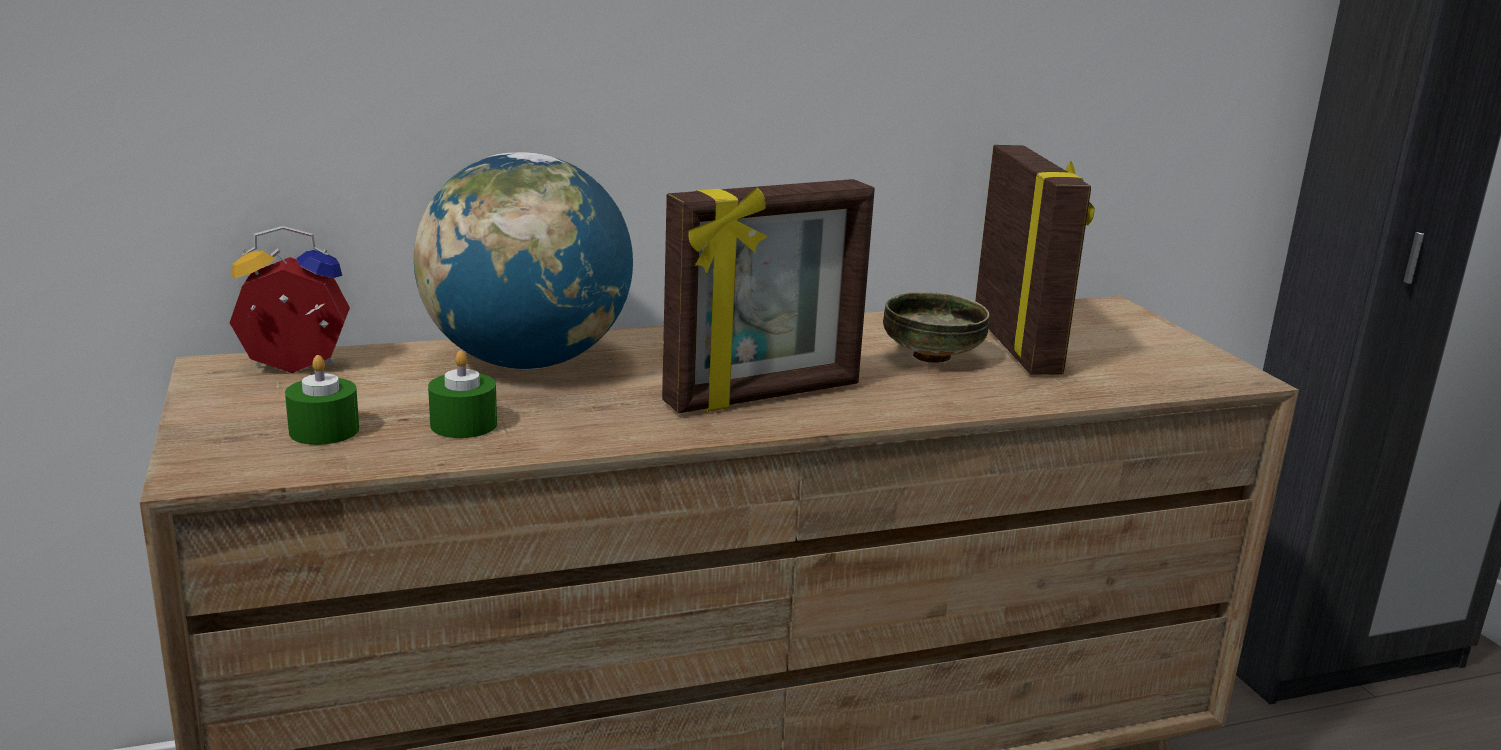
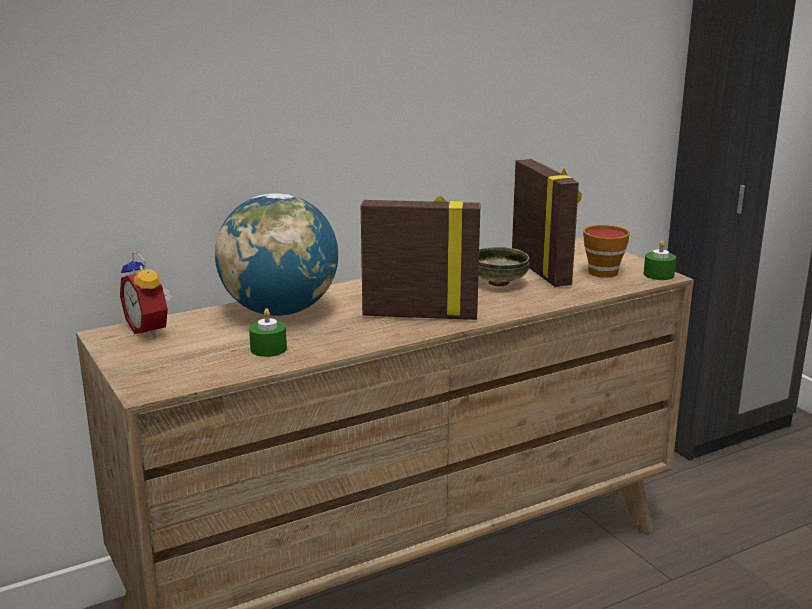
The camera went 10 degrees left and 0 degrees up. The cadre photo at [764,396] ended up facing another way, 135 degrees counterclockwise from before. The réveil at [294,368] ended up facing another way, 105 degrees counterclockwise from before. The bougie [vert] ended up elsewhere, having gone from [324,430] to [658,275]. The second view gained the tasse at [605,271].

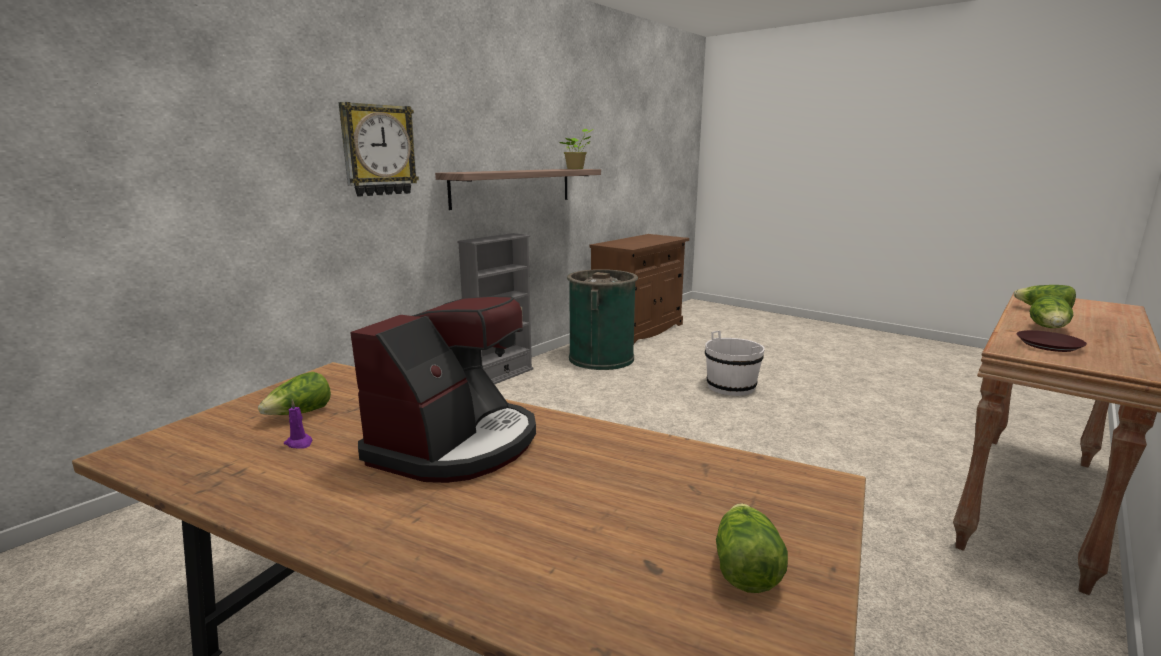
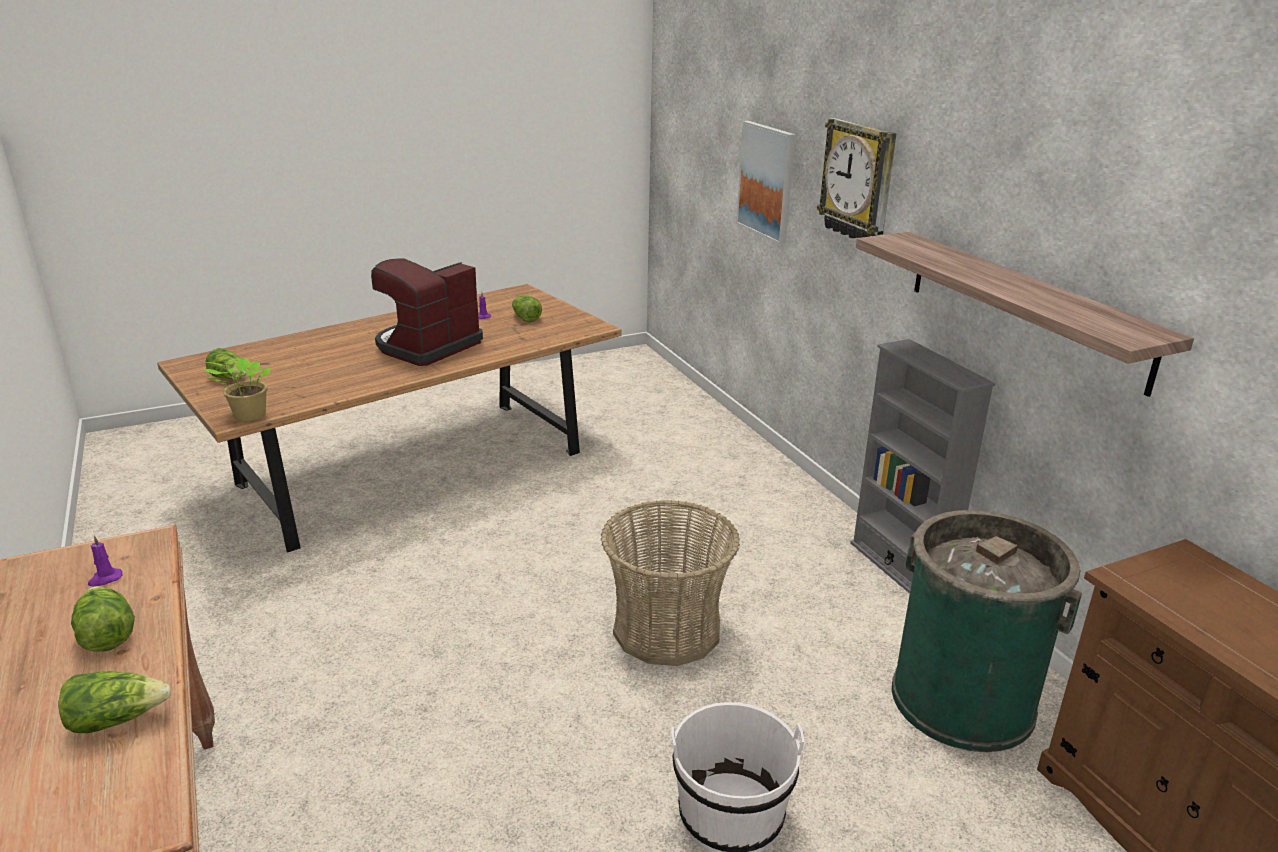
The camera went 115 degrees right and 10 degrees up. The plante en pot ended up elsewhere, having gone from [576,169] to [248,416]. The machine à café at [456,444] ended up facing another way, 75 degrees clockwise from before. Where the assiette [marron] stood at [1049,345], the bougie [violet] came to stand at [105,579]. The second view gained the tableau at [767,181]. The second view gained the panier at [667,629].

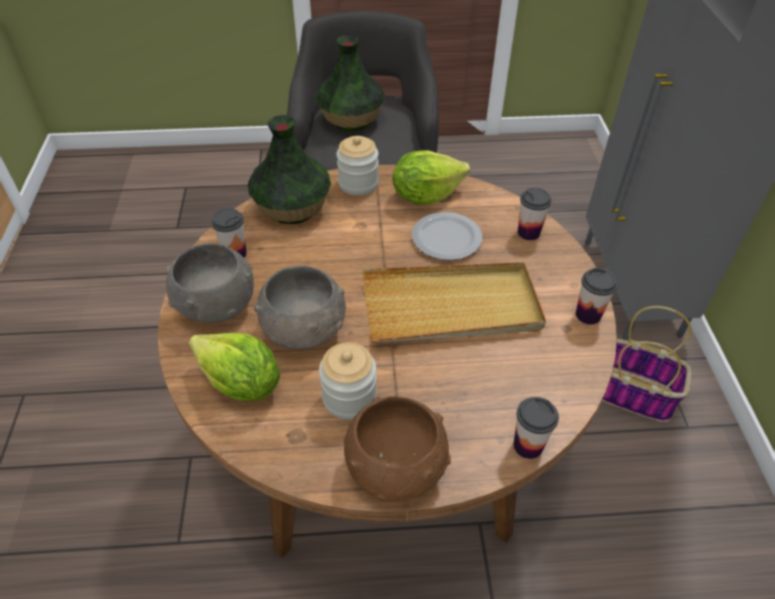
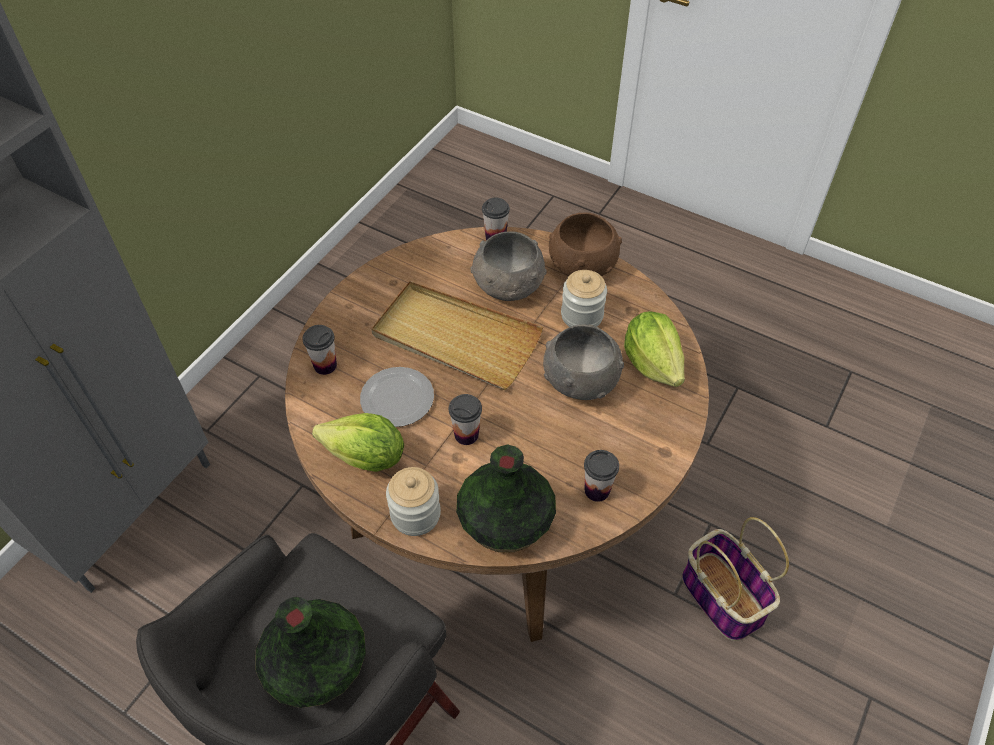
The camera went 145 degrees left and 5 degrees up. The bol [gris] ended up elsewhere, having gone from [216,304] to [508,286]. The tasse ended up elsewhere, having gone from [588,315] to [466,435]. The panier ended up elsewhere, having gone from [634,394] to [720,596].

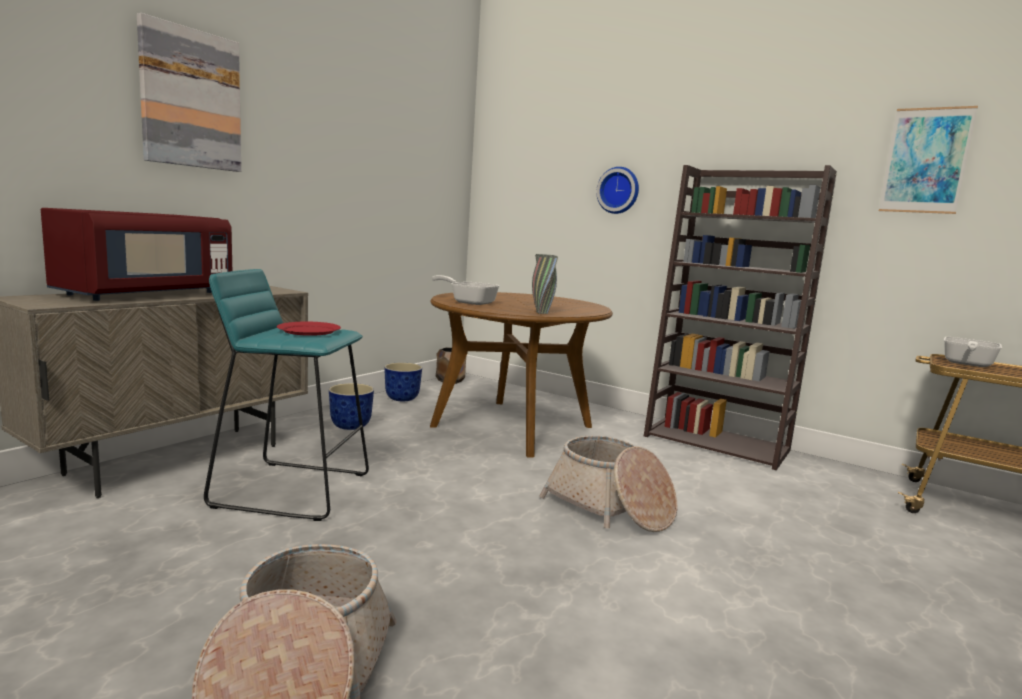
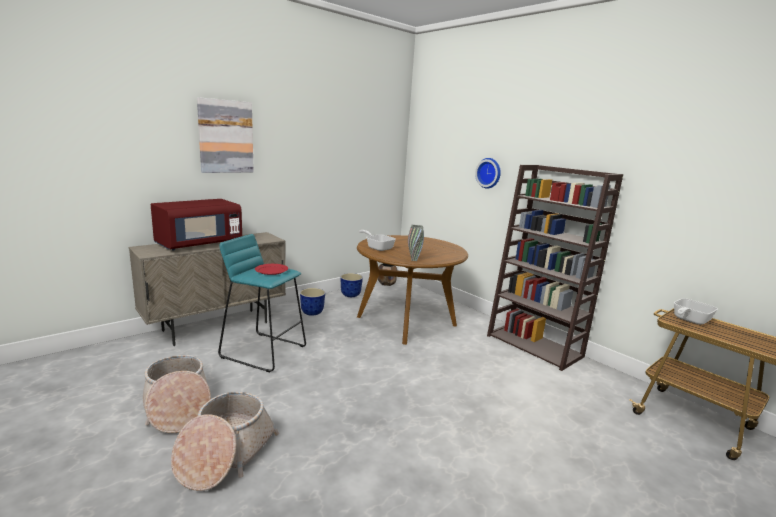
The camera went 15 degrees right and 5 degrees up. The second view lost the tableau at [926,161]. The panier ended up elsewhere, having gone from [610,507] to [177,407].

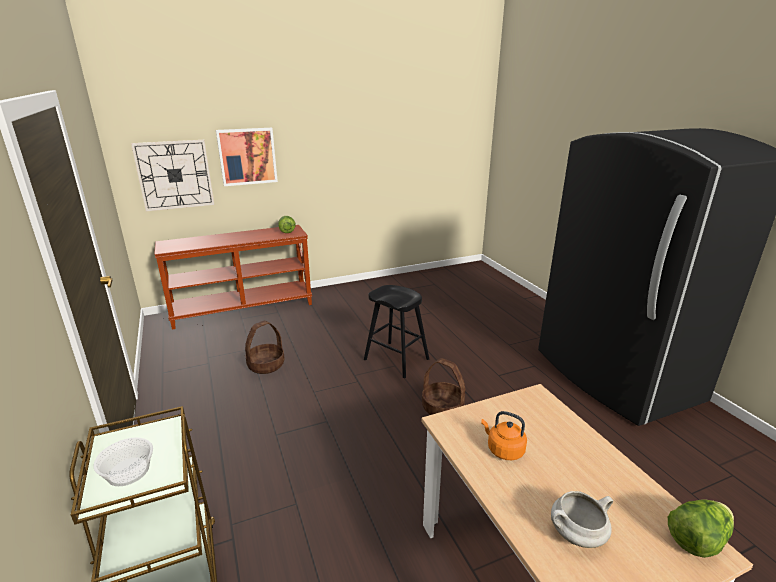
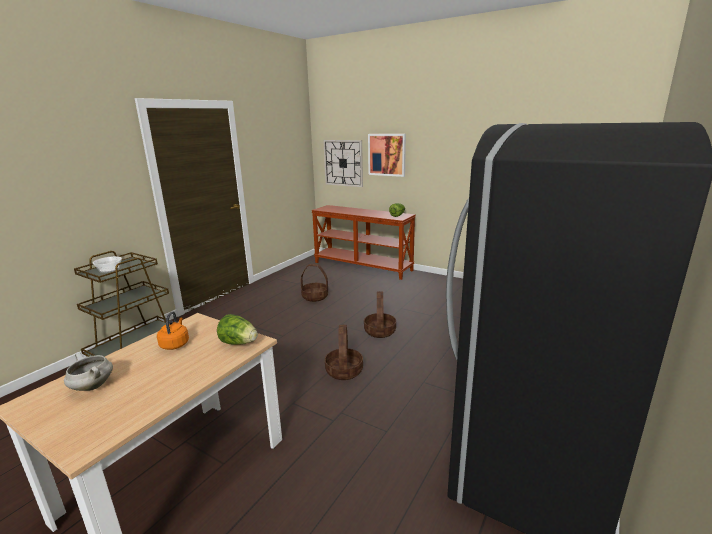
The camera went 55 degrees right and 5 degrees down. Where the tabouret [noir] stood at [396,359], the panier came to stand at [380,331]. The laitue ended up elsewhere, having gone from [697,540] to [239,343].

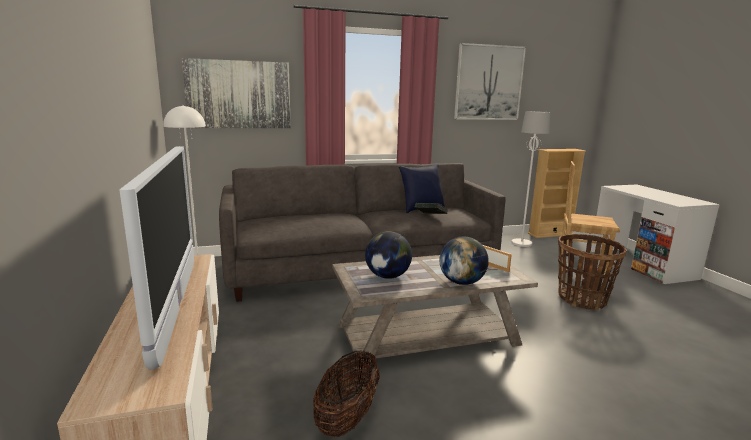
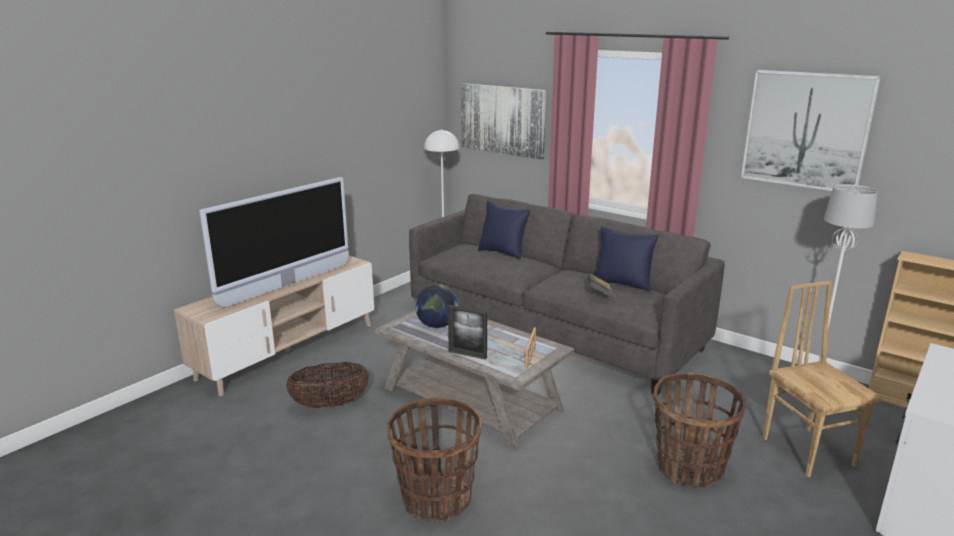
The camera went 55 degrees right and 5 degrees up. Where the globe stood at [461,282], the cadre photo came to stand at [467,354]. The second view gained the coussin [bleu] at [503,253]. The second view gained the panier at [436,499].

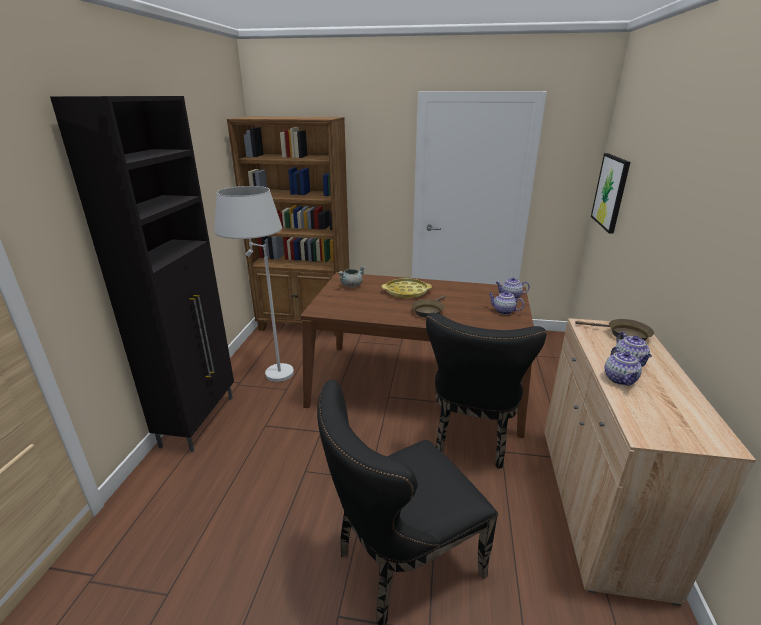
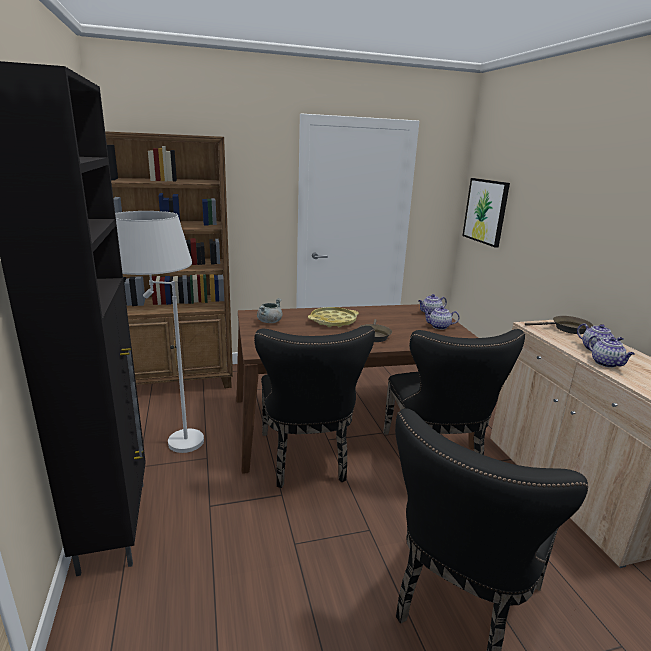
The camera went 25 degrees left and 5 degrees down. The second view gained the chaise [noir] at [306,460].

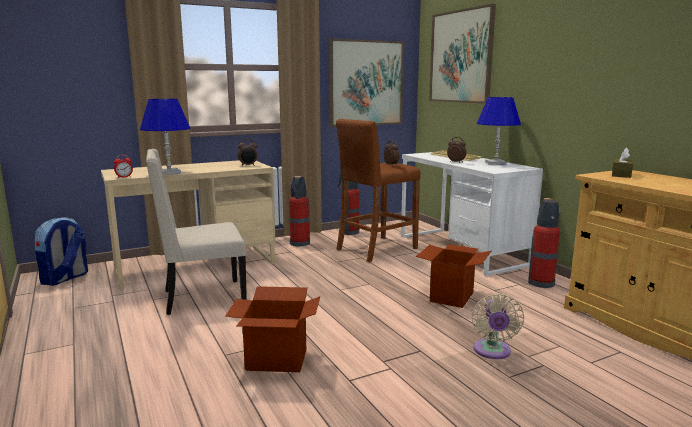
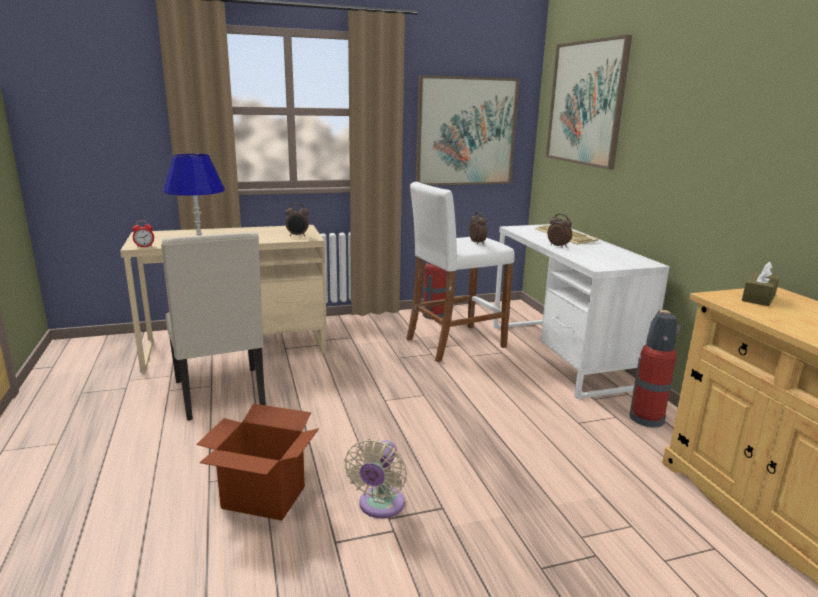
The camera went 10 degrees right and 5 degrees up. The second view lost the lampe de table [bleu] at [495,163]. What was the tabouret [marron] at [376,249] turned into the tabouret [blanc] at [455,343]. The chaise [beige] at [202,298] ended up facing another way, 105 degrees counterclockwise from before. The second view lost the extincteur at [299,244]. The second view lost the sac à dos at [65,278]. The second view lost the carton at [451,297]. The ventilateur [beige] ended up elsewhere, having gone from [492,352] to [379,506].

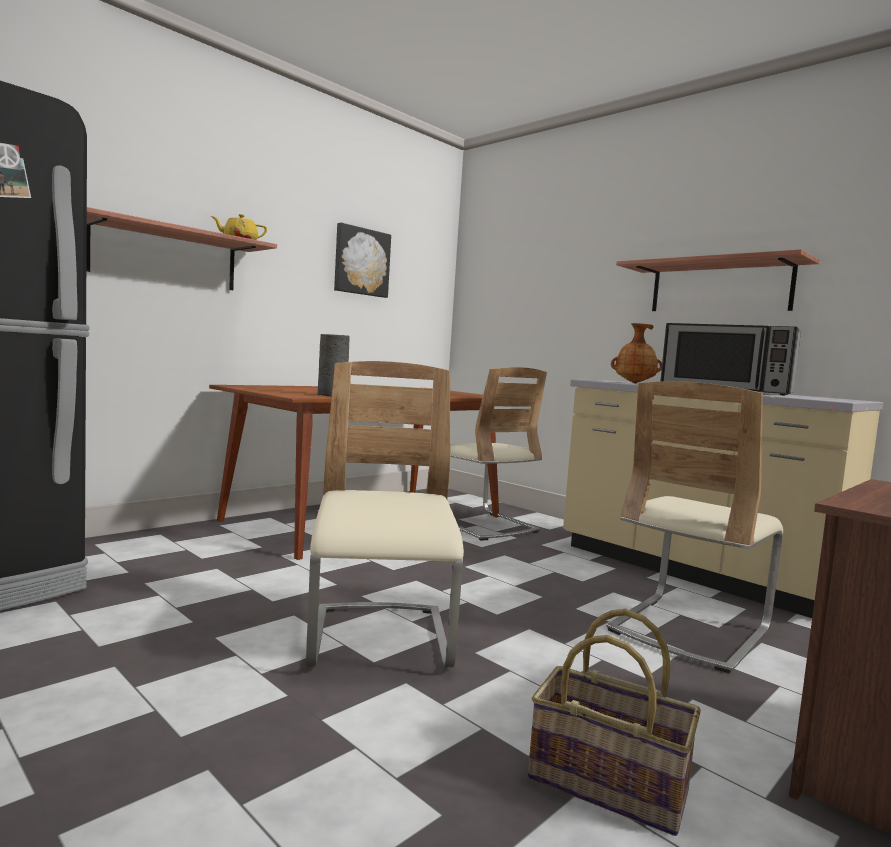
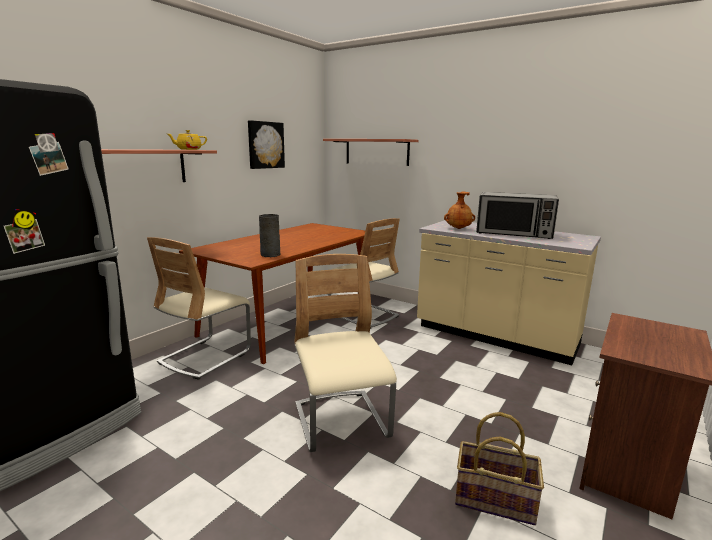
The camera went 10 degrees left and 10 degrees up. The étagère ended up elsewhere, having gone from [719,287] to [376,152]. The chaise [beige] ended up elsewhere, having gone from [689,630] to [205,357].

